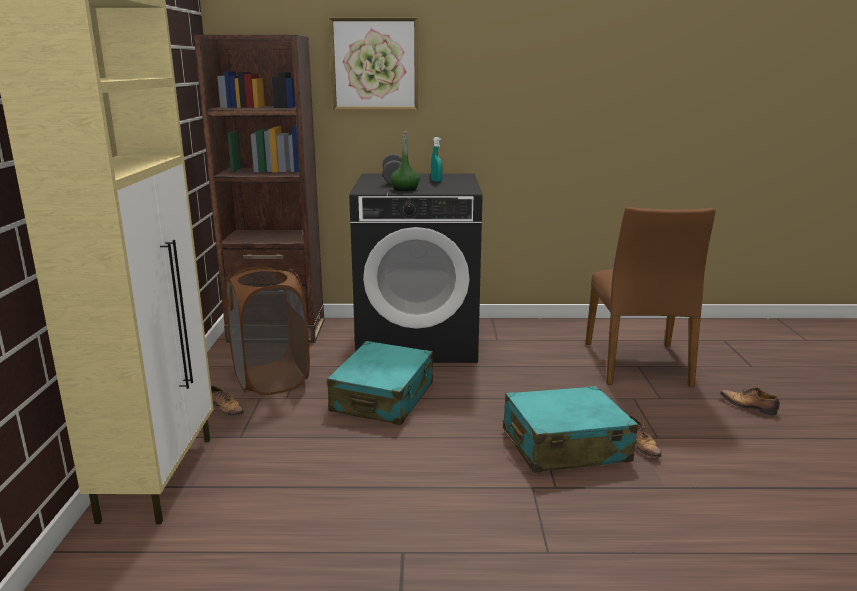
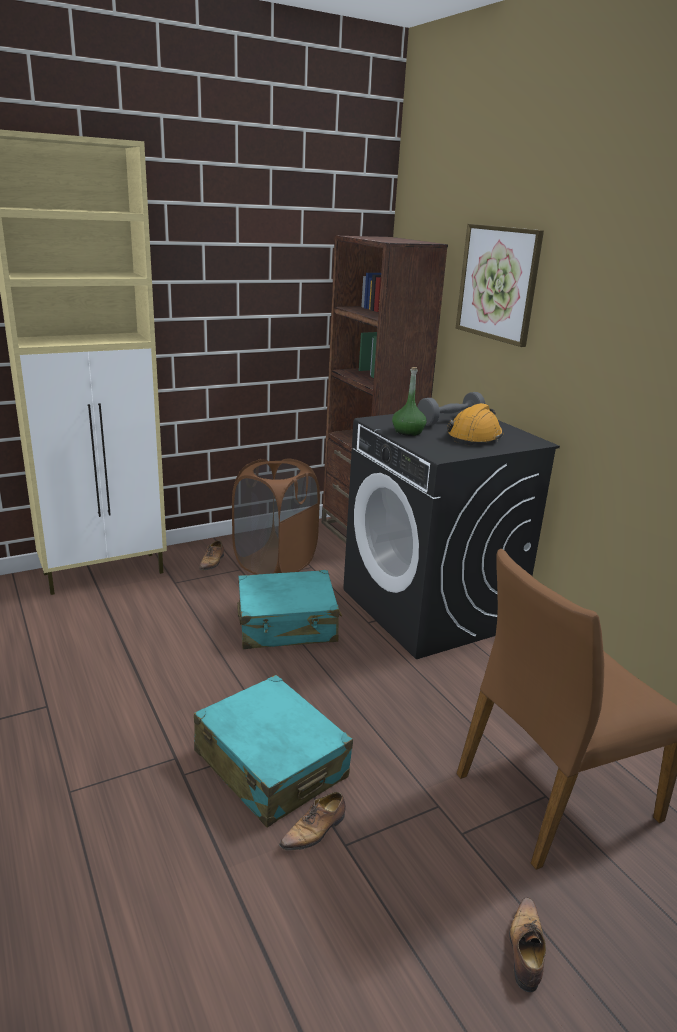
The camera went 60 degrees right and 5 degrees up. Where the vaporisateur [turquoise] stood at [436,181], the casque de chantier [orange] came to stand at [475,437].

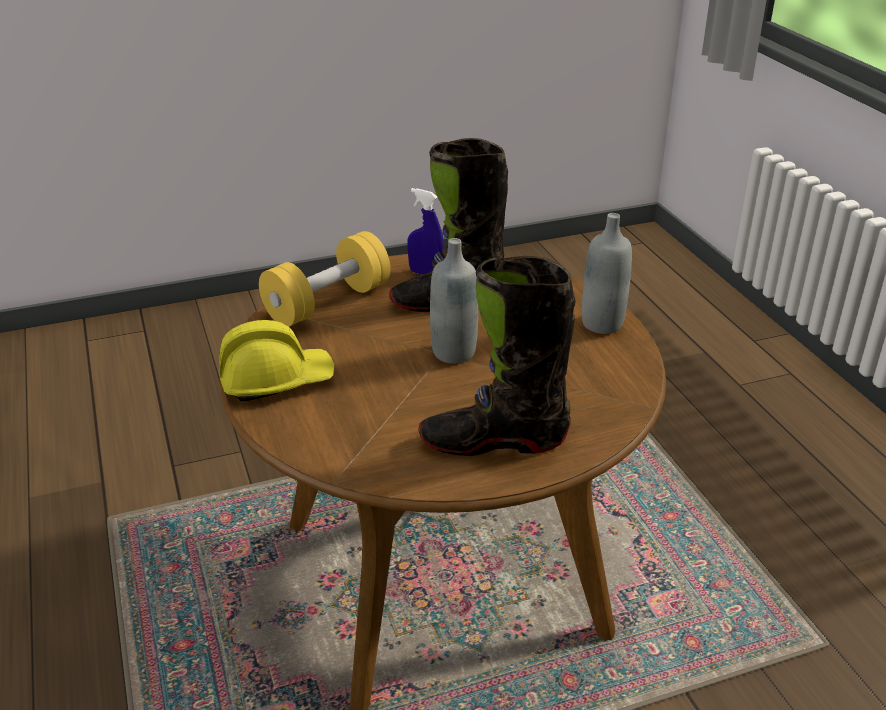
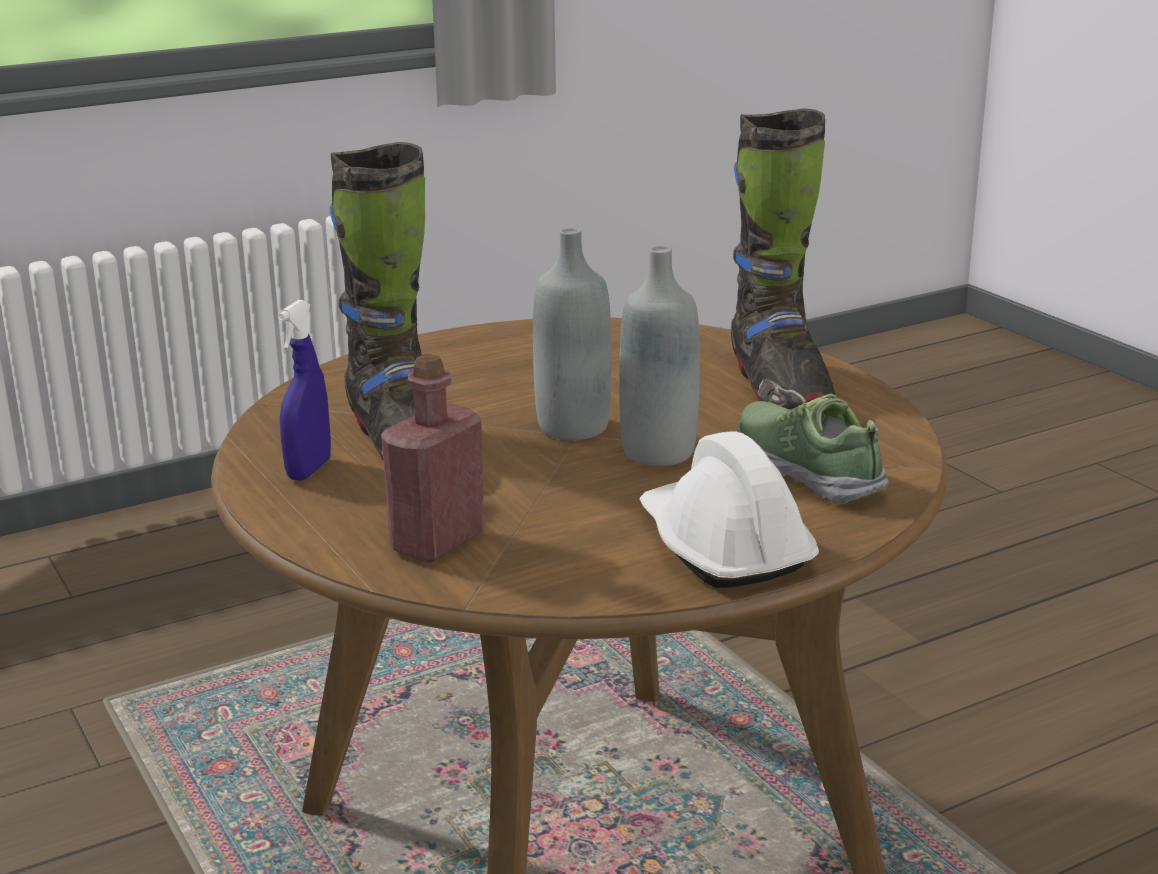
The camera went 100 degrees left and 10 degrees down. The bouteille [gris] ended up elsewhere, having gone from [602,324] to [658,452]. Where the haltère [jaune] stood at [327,303], the bouteille [rouge] came to stand at [437,542]. What was the casque de chantier [jaune] at [276,381] turned into the casque de chantier [blanc] at [722,547]. The second view gained the chaussure at [807,469].

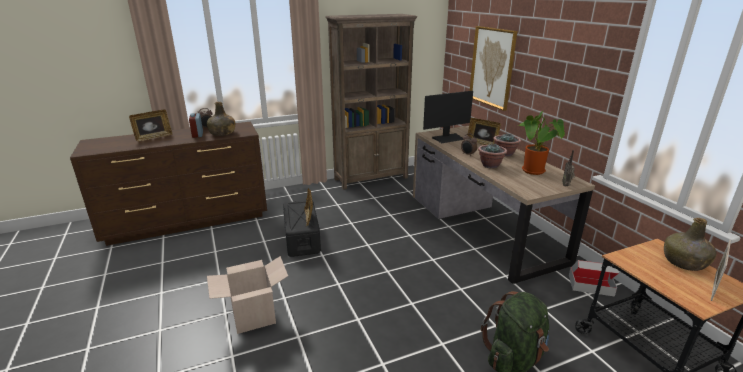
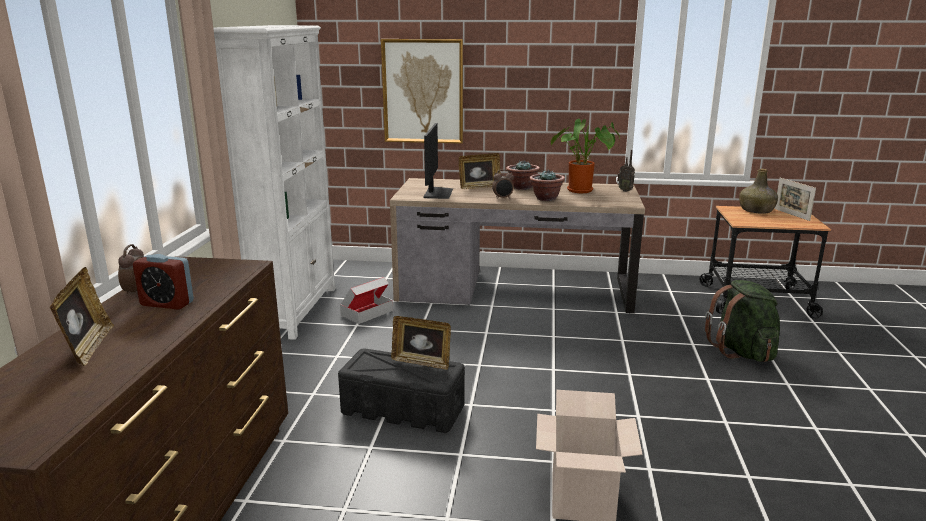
The camera went 60 degrees left and 5 degrees down. What was the bibliothèque [marron] at [371,178] turned into the bibliothèque [blanc] at [294,310]. The second view lost the bouteille [vert] at [222,133]. The carton ended up elsewhere, having gone from [590,285] to [367,313].

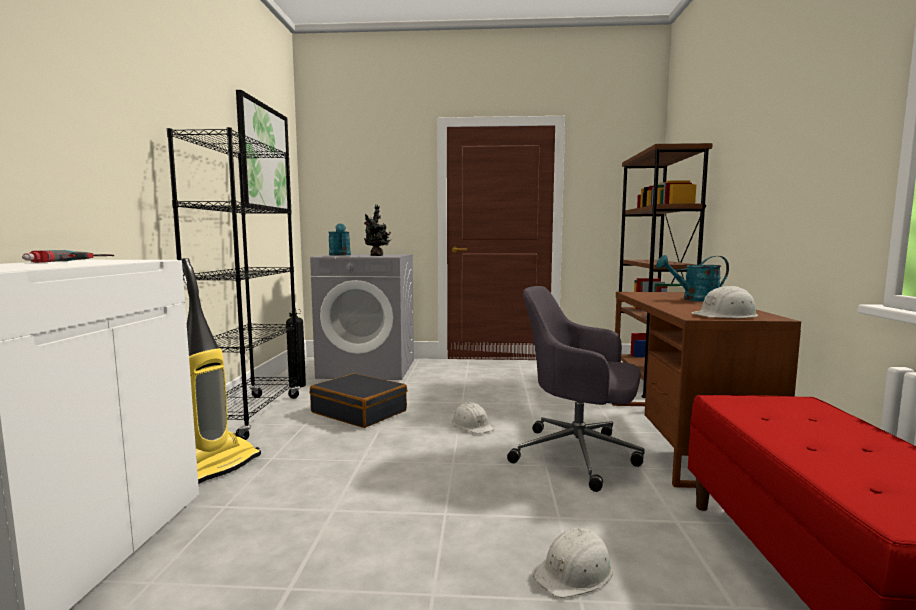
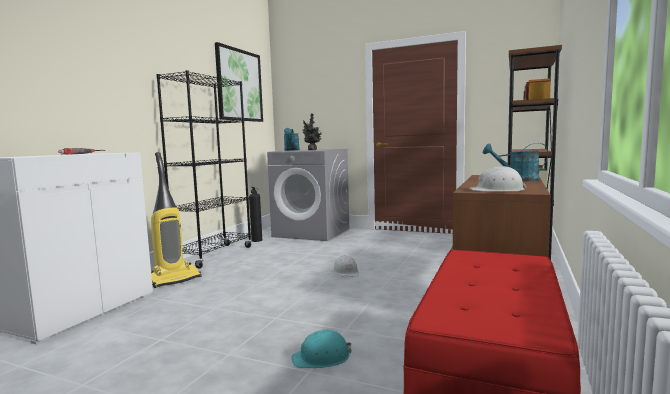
The camera went 20 degrees right and 0 degrees up. The second view lost the chaise de bureau [gris] at [579,455]. The second view lost the valise [noir] at [359,412]. What was the casque de chantier [blanc] at [575,572] turned into the casque de chantier [turquoise] at [322,358].

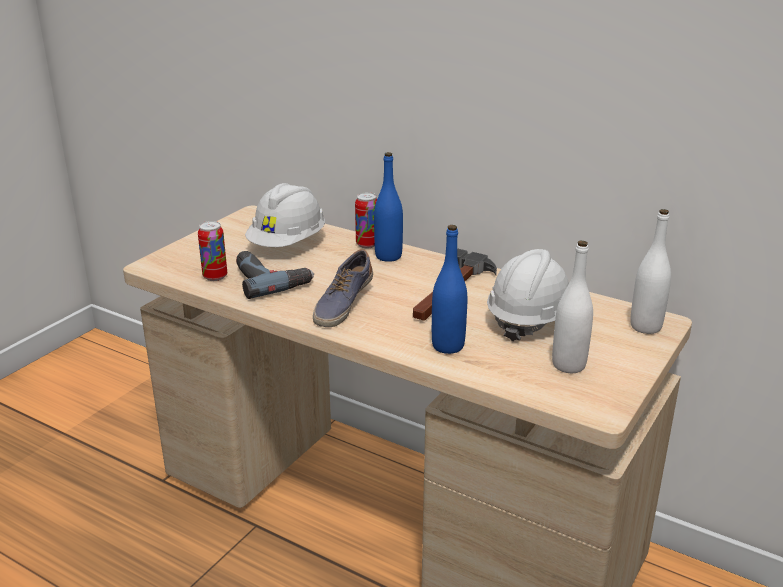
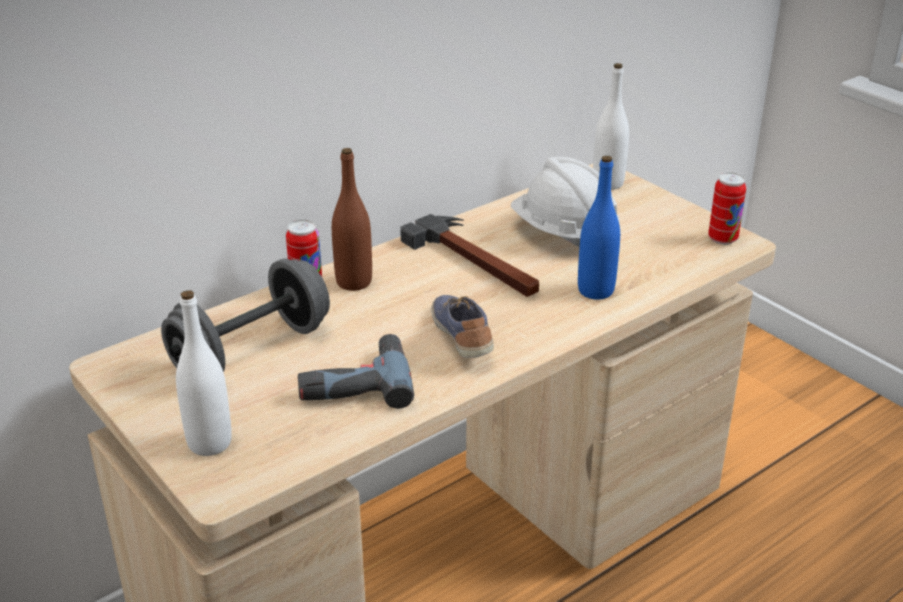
The camera went 70 degrees left and 5 degrees up. What was the bouteille [bleu] at [388,256] turned into the bouteille [marron] at [354,282]. Where the casque de chantier [blanc] stood at [288,244], the haltère [gris] came to stand at [251,350]. The boîte métallique ended up elsewhere, having gone from [215,276] to [722,239]. The bouteille [blanc] ended up elsewhere, having gone from [568,365] to [209,443]. The chaussure at [342,304] ended up facing another way, 150 degrees counterclockwise from before.

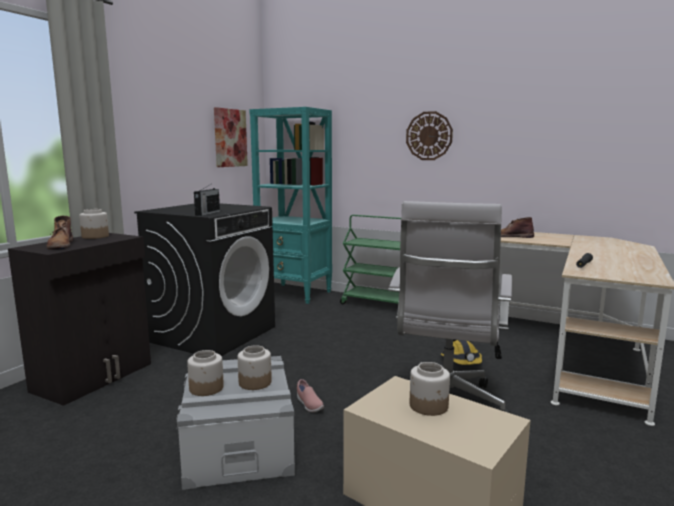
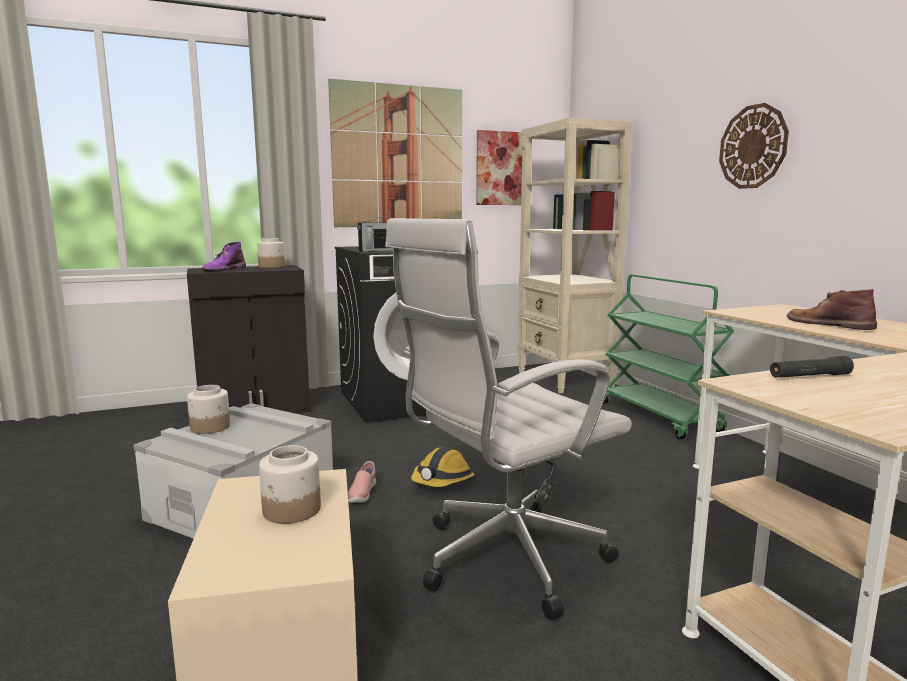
The camera went 40 degrees right and 0 degrees up. What was the bibliothèque [turquoise] at [295,293] turned into the bibliothèque [beige] at [565,379]. What was the botte [marron] at [61,245] turned into the botte [violet] at [223,269]. The casque de chantier ended up elsewhere, having gone from [461,361] to [442,481]. The second view lost the bocal at [255,382]. The second view gained the tableau at [399,157].

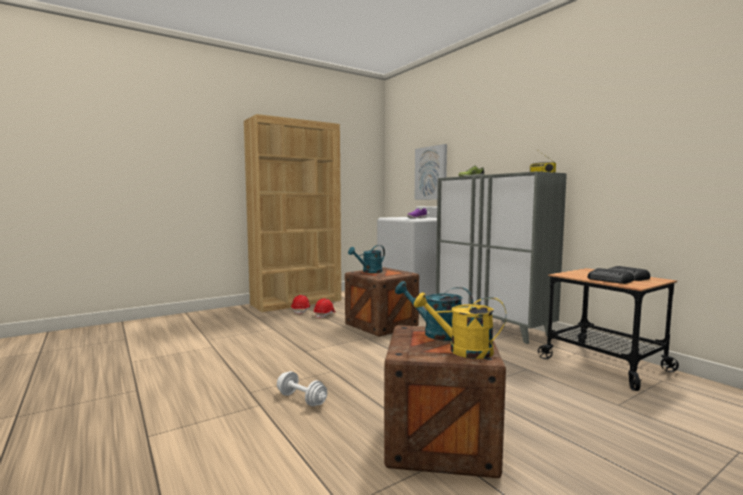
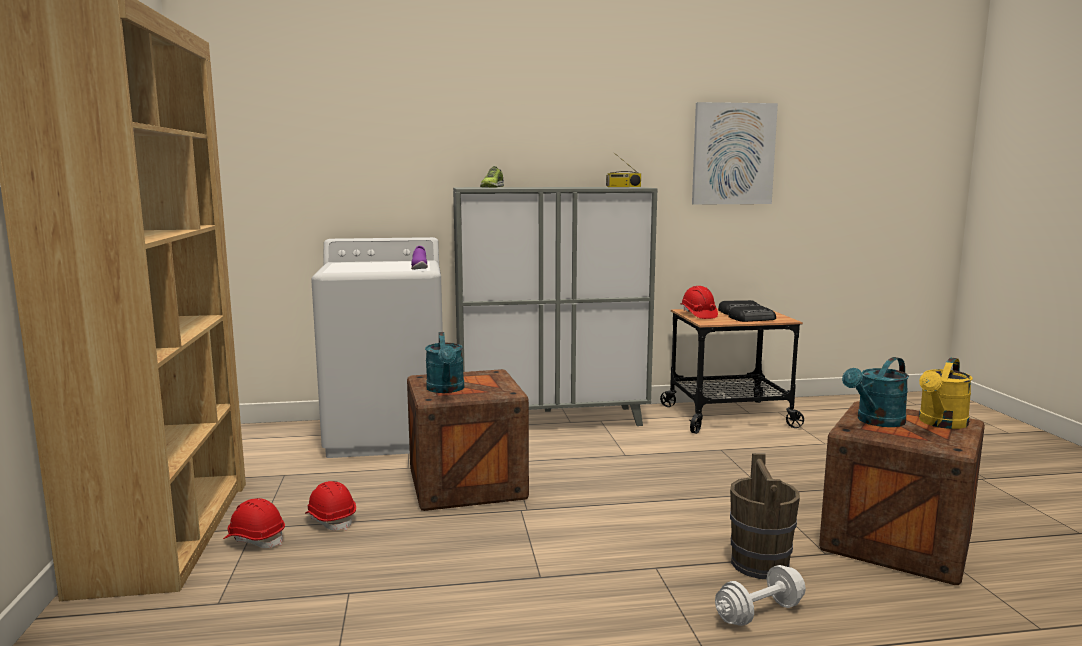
The camera went 65 degrees left and 5 degrees up. The tableau ended up elsewhere, having gone from [431,173] to [733,154]. The second view gained the casque de chantier [rouge] at [698,315]. The second view gained the seau [marron] at [760,564].

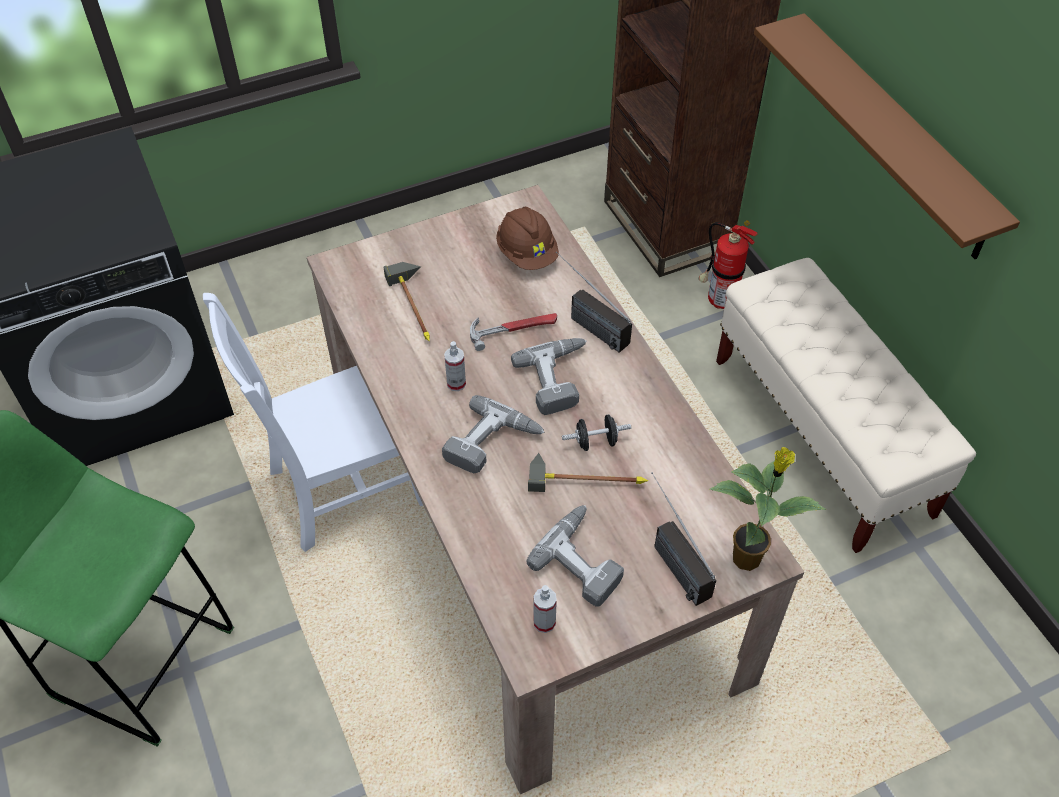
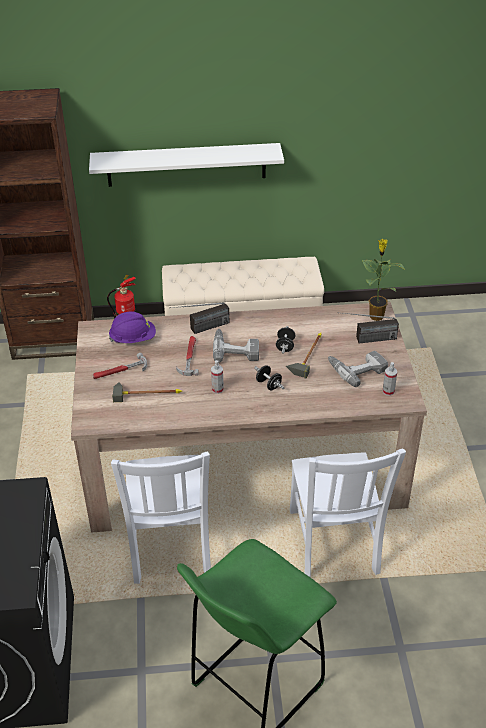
The camera went 70 degrees left and 10 degrees down. What was the étagère [marron] at [894,137] turned into the étagère [blanc] at [186,164]. What was the casque de chantier [marron] at [527,253] turned into the casque de chantier [violet] at [133,338]. Where the perceuse stood at [492,444], the haltère [noir] came to stand at [268,384]. The second view gained the marteau at [120,371]. The second view gained the chaise [blanc] at [334,545].

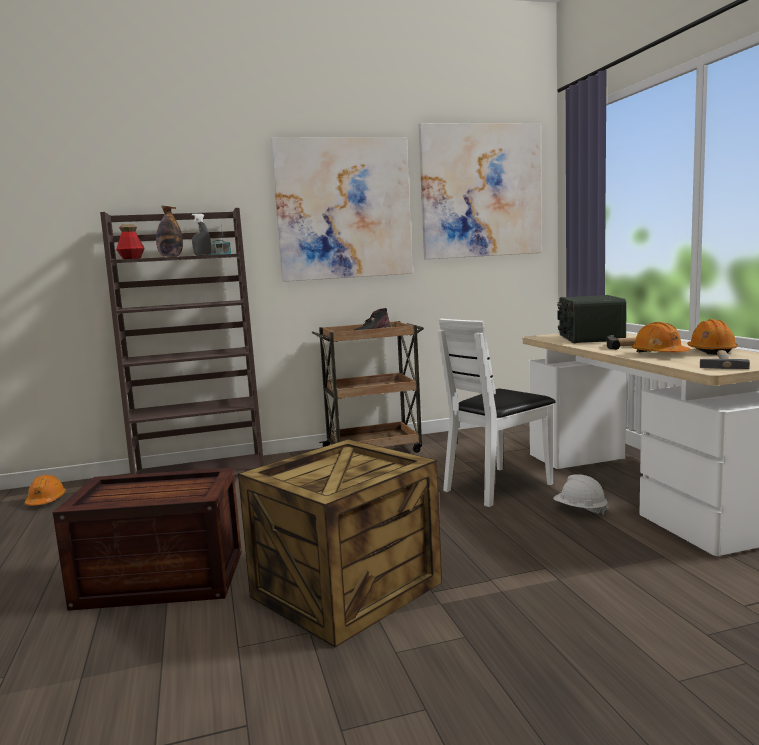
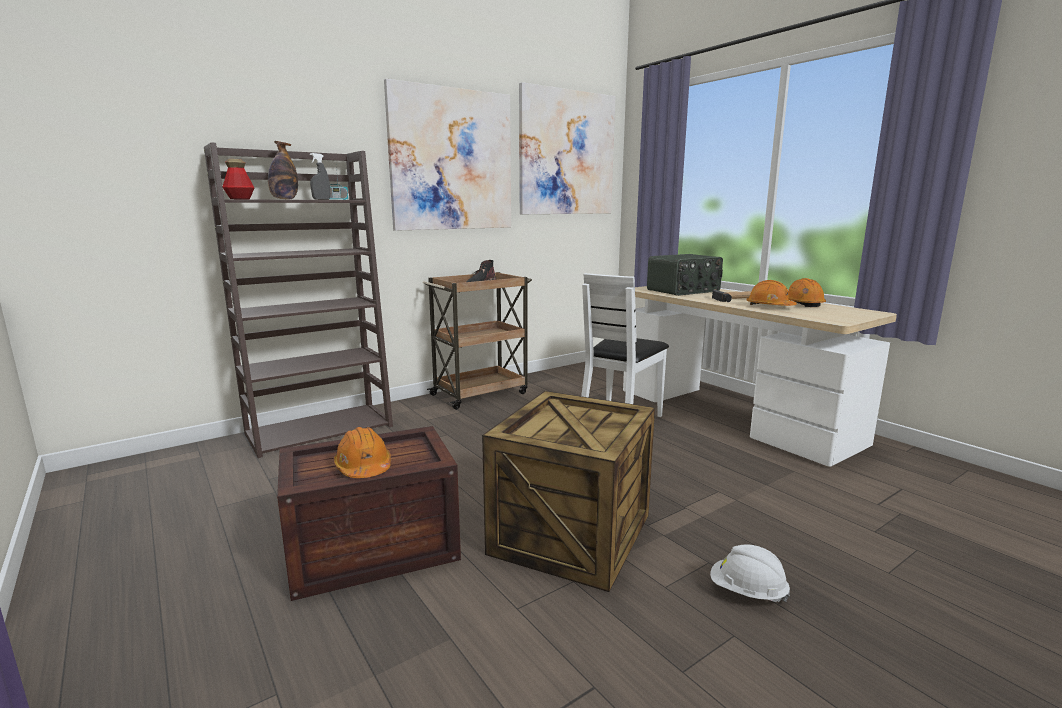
The camera went 20 degrees left and 5 degrees up. The radio at [589,338] ended up facing another way, 105 degrees counterclockwise from before. The second view lost the marteau at [721,362]. The casque de chantier [blanc] ended up elsewhere, having gone from [580,510] to [747,592]. The casque de chantier [orange] ended up elsewhere, having gone from [46,501] to [363,467].

